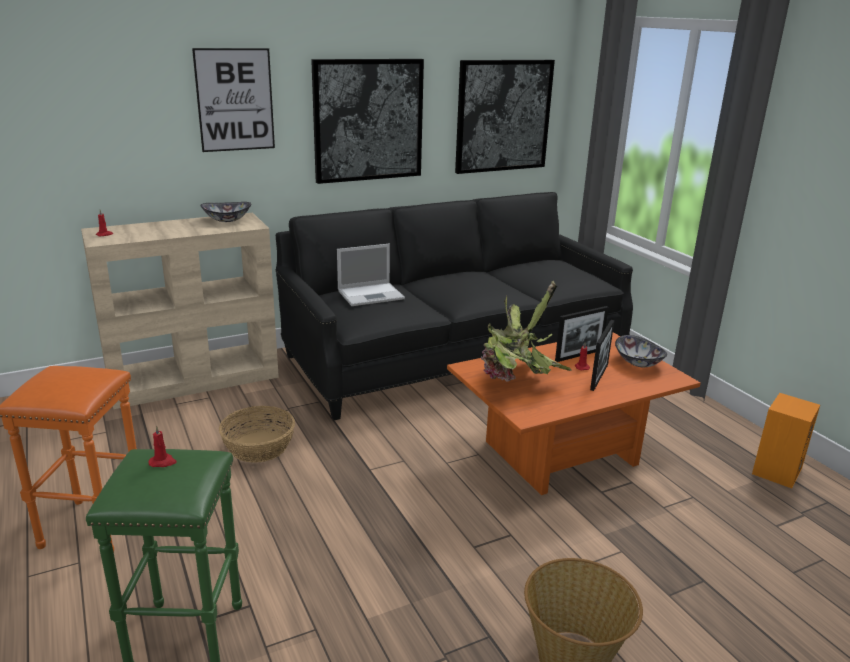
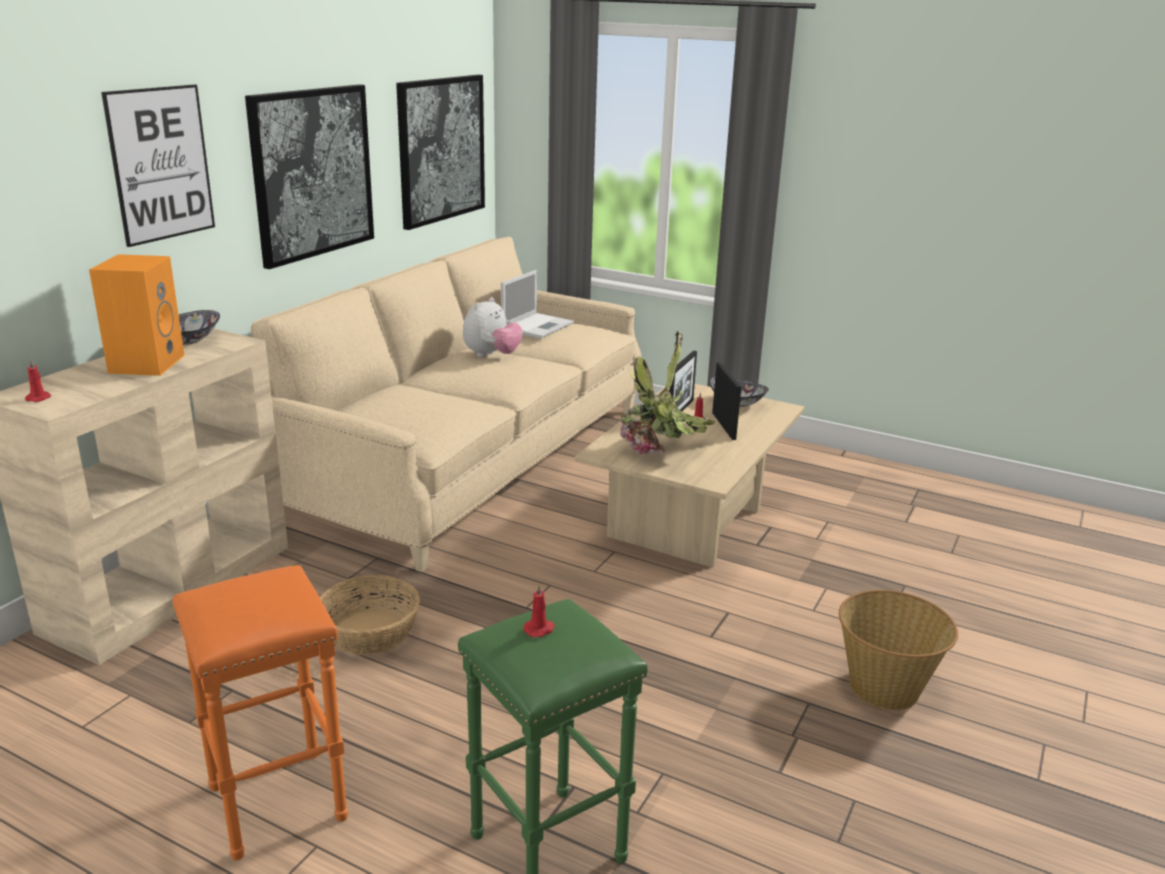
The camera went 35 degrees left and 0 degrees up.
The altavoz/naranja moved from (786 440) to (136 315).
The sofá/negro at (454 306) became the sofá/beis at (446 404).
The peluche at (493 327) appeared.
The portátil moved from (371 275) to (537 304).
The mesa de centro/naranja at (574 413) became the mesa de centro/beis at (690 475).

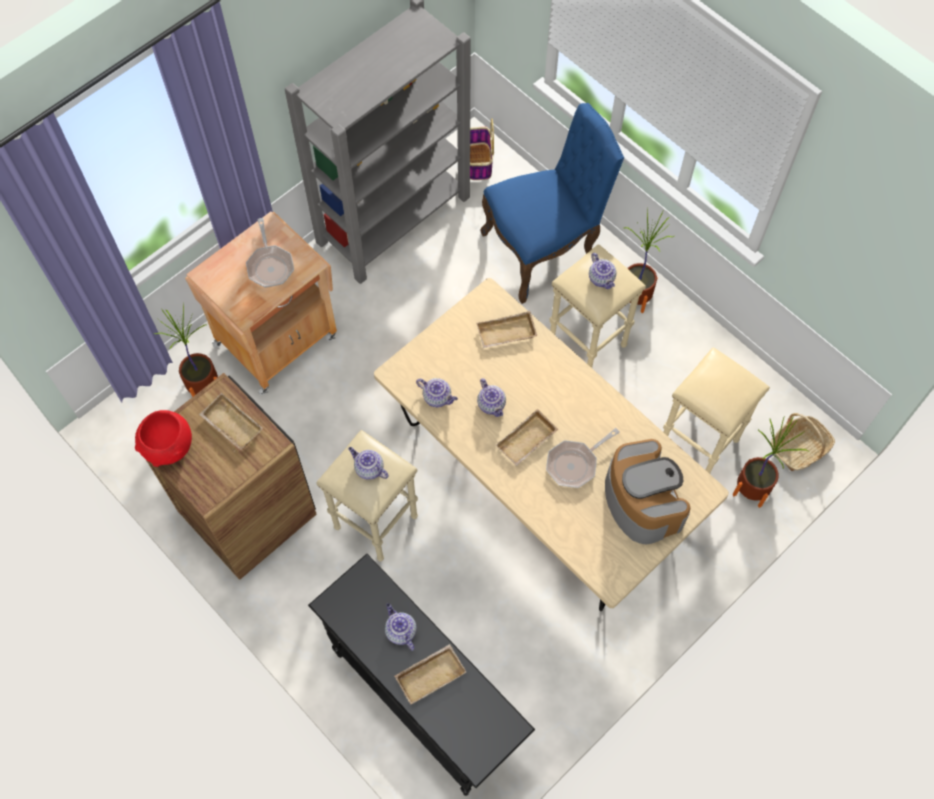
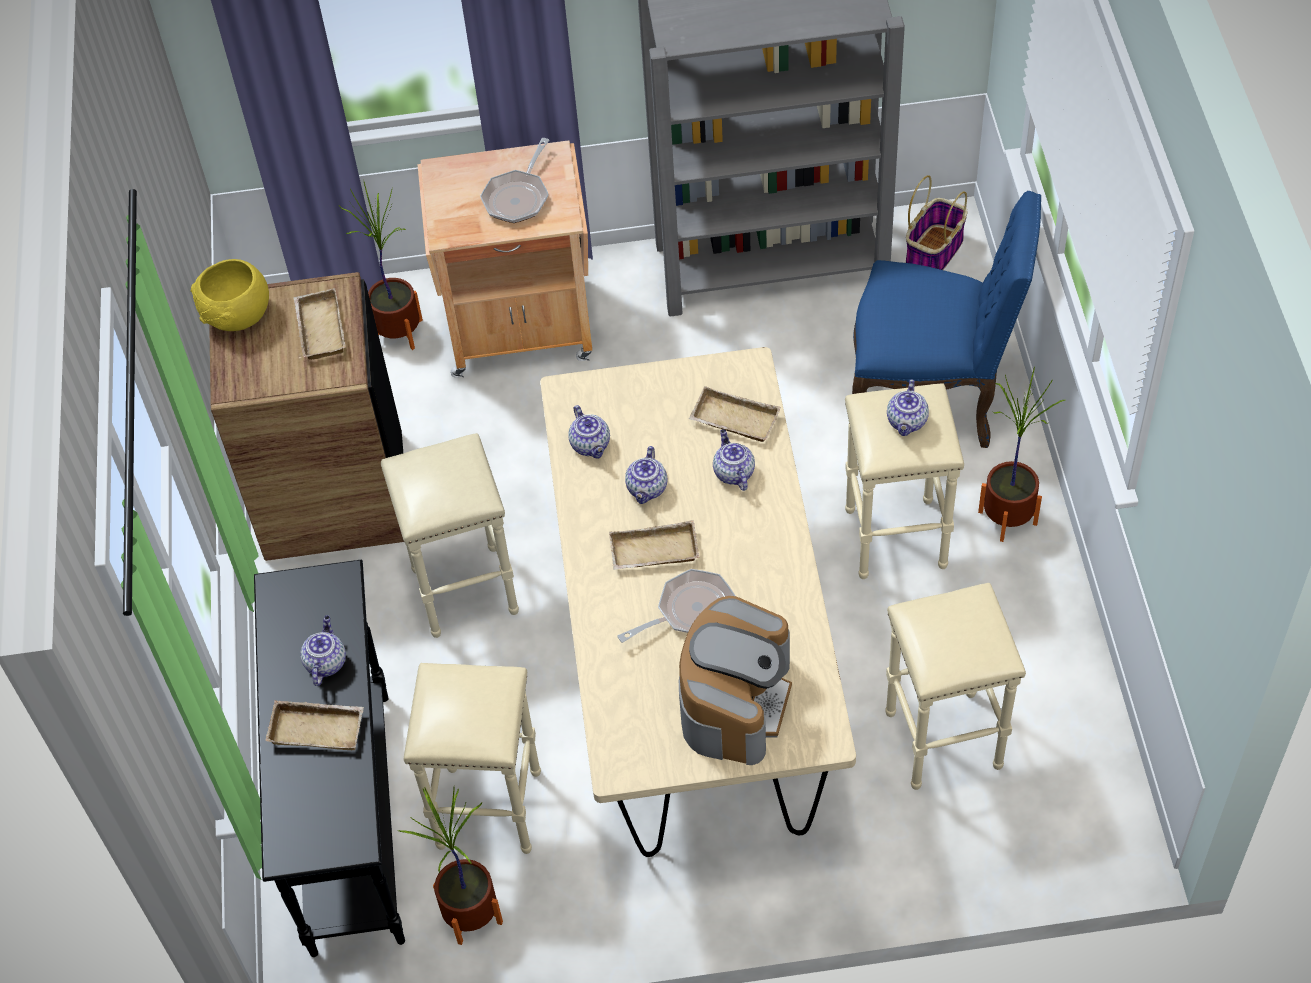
The camera went 40 degrees right and 10 degrees down.
The cuenco/rojo at (163 438) became the cuenco/amarillo at (230 295).
The planta en maceta moved from (771 461) to (451 866).
The taburete/beis at (472 758) appeared.
The sartén at (583 458) turned 150 degrees clockwise.
The tetera moved from (368 463) to (734 460).
The cesta at (803 442) disappeared.

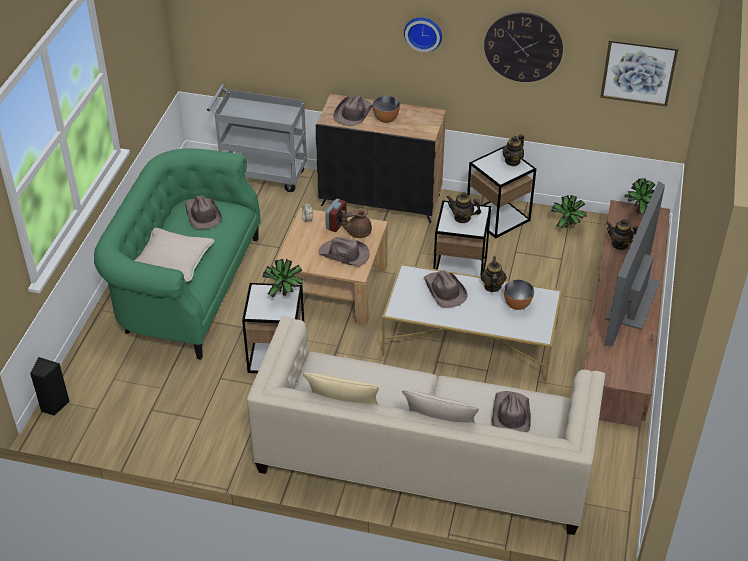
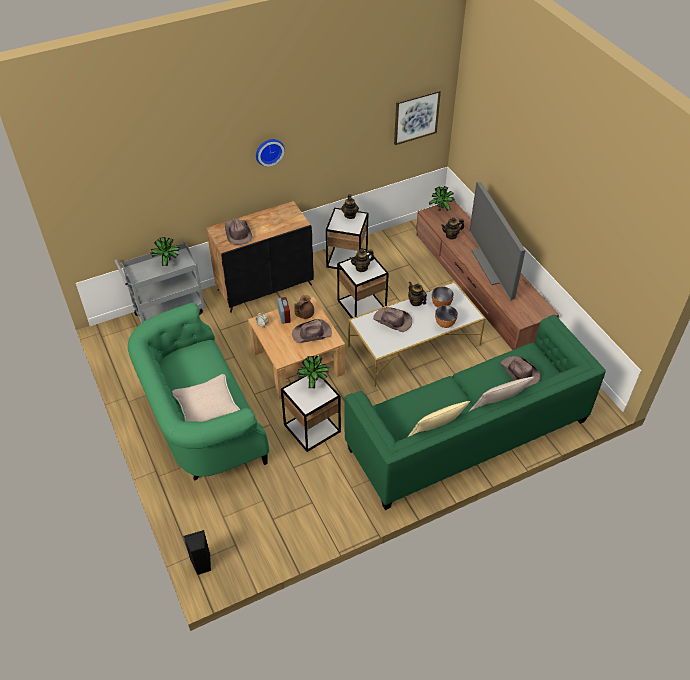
The camera went 40 degrees left and 5 degrees up.
The planta en maceta moved from (569 212) to (165 251).
The sofá/beis at (426 426) became the sofá/verde at (475 412).
The cuenco moved from (386 109) to (446 316).
The sombrero/marrón at (203 212) disappeared.
The reloj de pared at (523 47) disappeared.

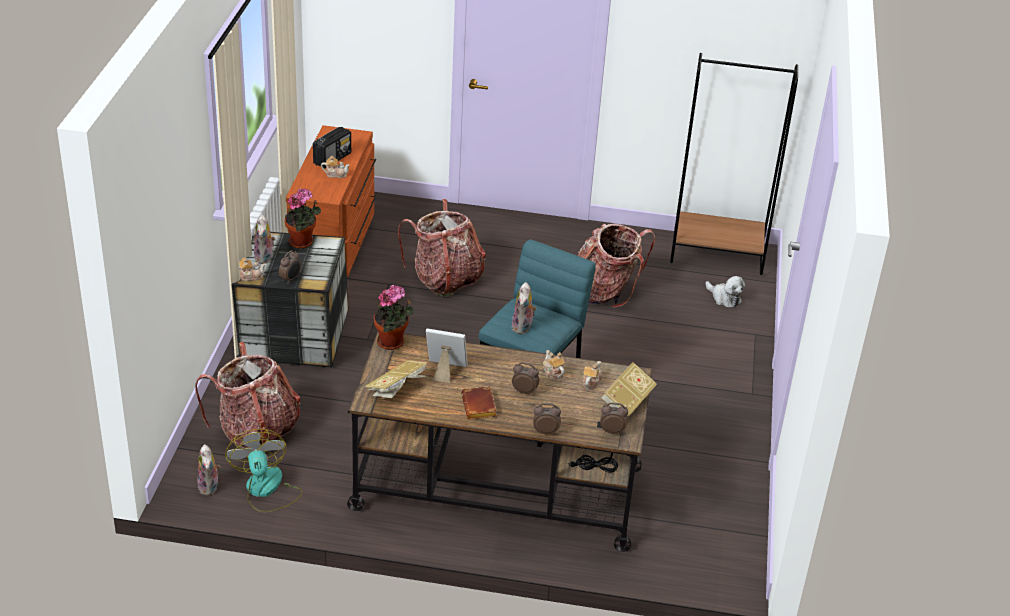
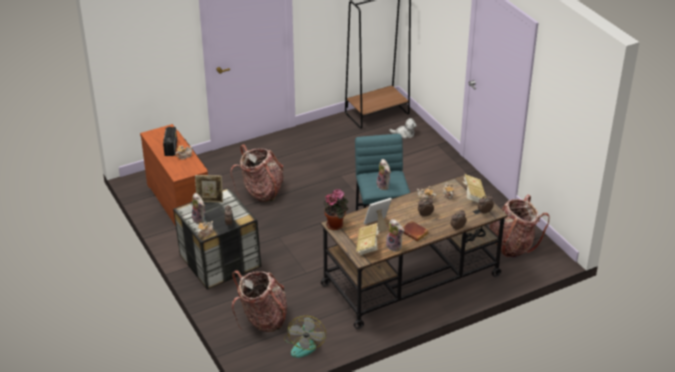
The camera went 35 degrees left and 0 degrees up.
The planta en maceta at (303 218) was replaced by the portarretratos at (209 189).
The ventilador at (264 470) turned 120 degrees counterclockwise.
The peluche moved from (209 469) to (394 235).
The mochila moved from (616 266) to (519 226).

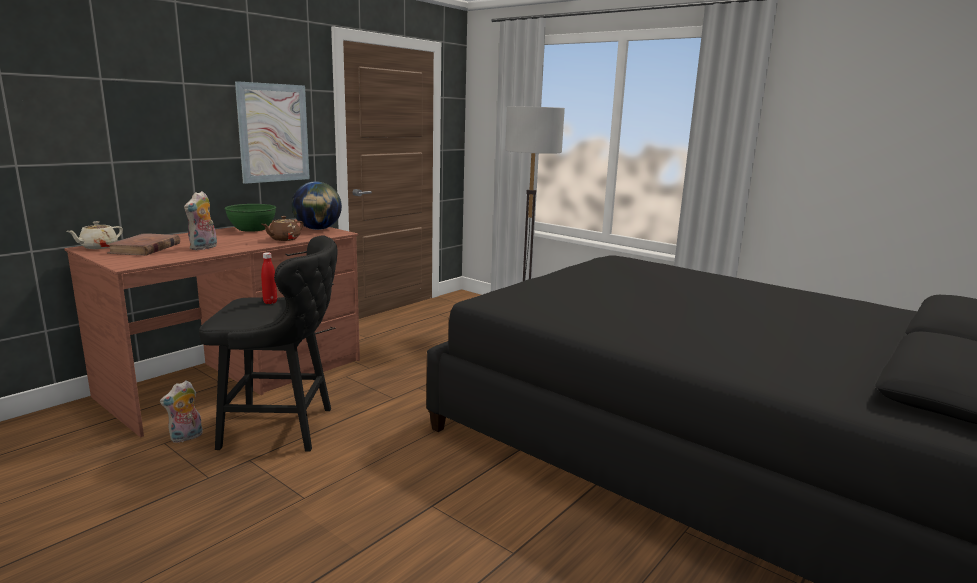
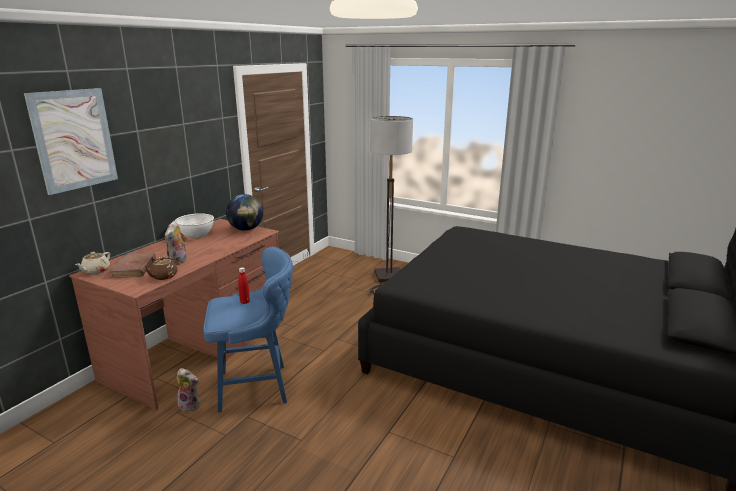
The camera went 10 degrees left and 5 degrees up.
The cuadro moved from (272 132) to (71 141).
The tetera/marrón moved from (283 228) to (161 268).
The cuenco/verde at (250 218) became the cuenco/blanco at (194 225).
The peluche at (181 412) turned 105 degrees counterclockwise.
The taburete/negro at (268 343) became the taburete/azul at (248 329).

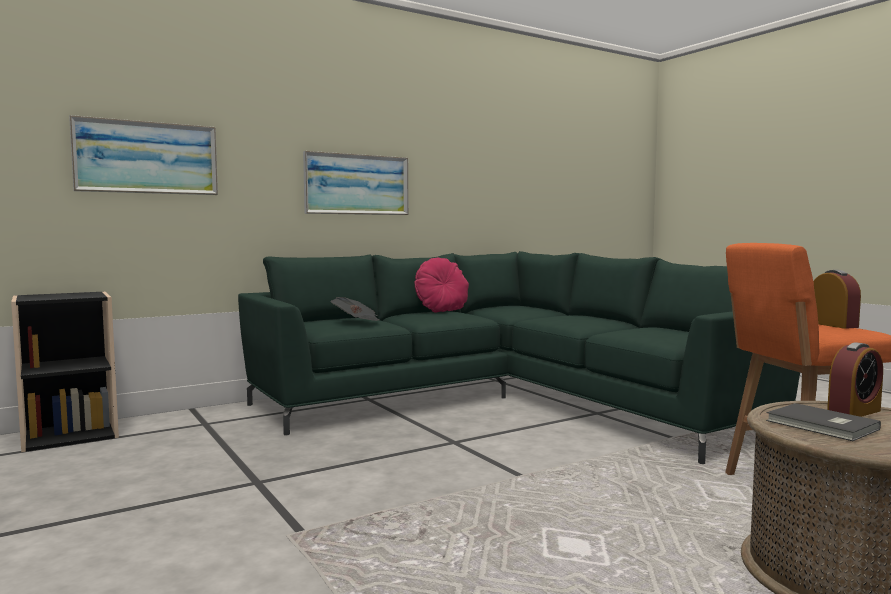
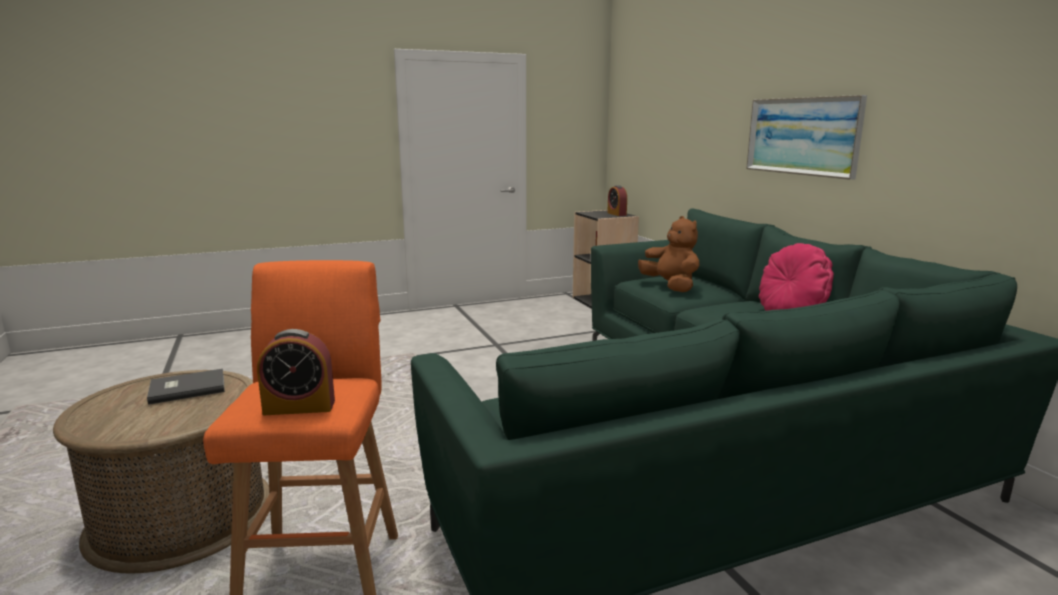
The camera went 100 degrees right and 10 degrees up.
The despertador moved from (855 379) to (617 200).
The periódico at (355 309) was replaced by the peluche/marrón at (669 254).
The cuadro at (143 155) disappeared.

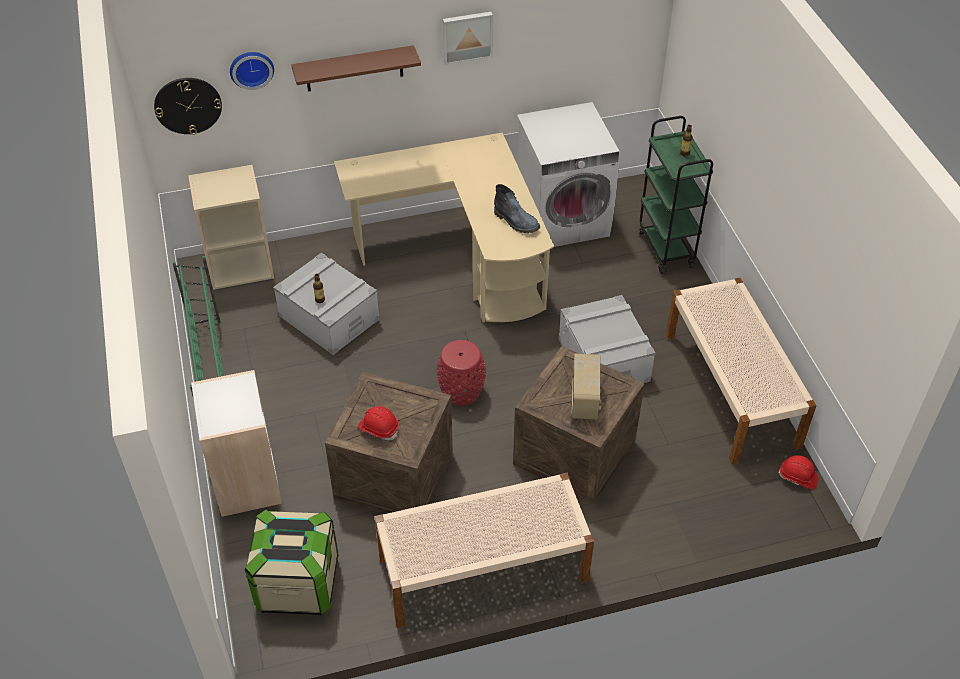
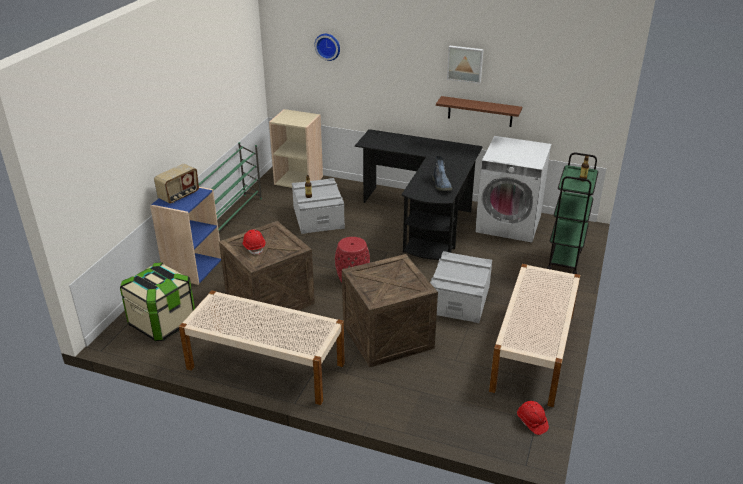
The camera went 35 degrees right and 15 degrees down.
The estantería/blanco at (236 443) became the estantería/azul at (185 236).
The radio moved from (586 386) to (176 184).
The escritorio/beis at (444 227) became the escritorio/negro at (419 194).
The estante/marrón moved from (356 68) to (479 111).
The reloj de pared at (188 106) disappeared.

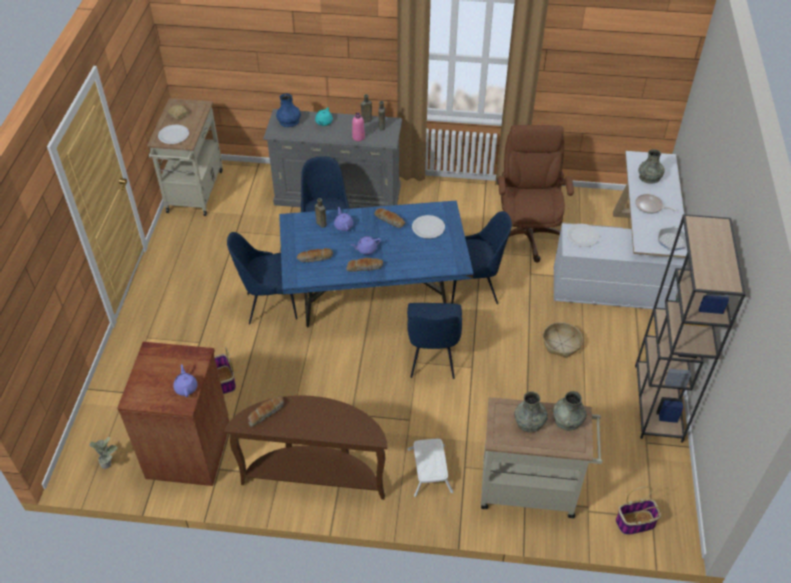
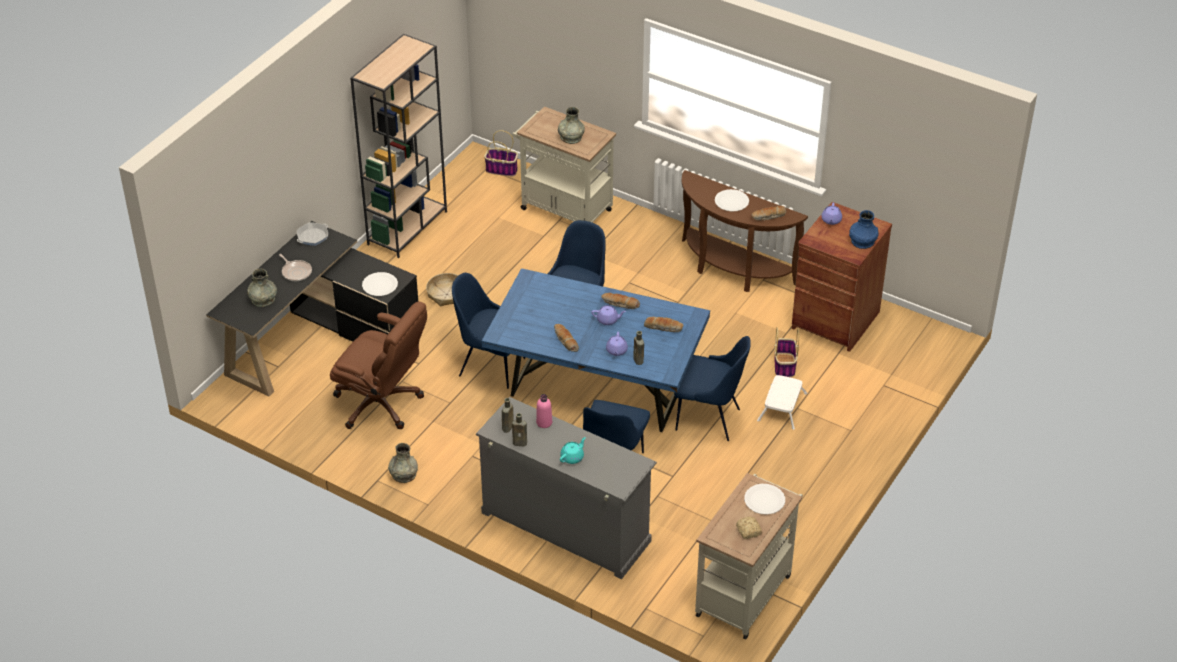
The camera went 155 degrees left and 5 degrees down.
The escritorio/blanco at (620 230) became the escritorio/negro at (312 308).
The silla de oficina/marrón at (535 194) turned 90 degrees counterclockwise.
The florero/gris moved from (570 410) to (403 463).
The plato/blanco moved from (428 227) to (732 200).
The escalera de tijera/blanco moved from (430 468) to (782 402).
The florero/azul moved from (288 110) to (864 229).
The planta en maceta at (103 453) disappeared.

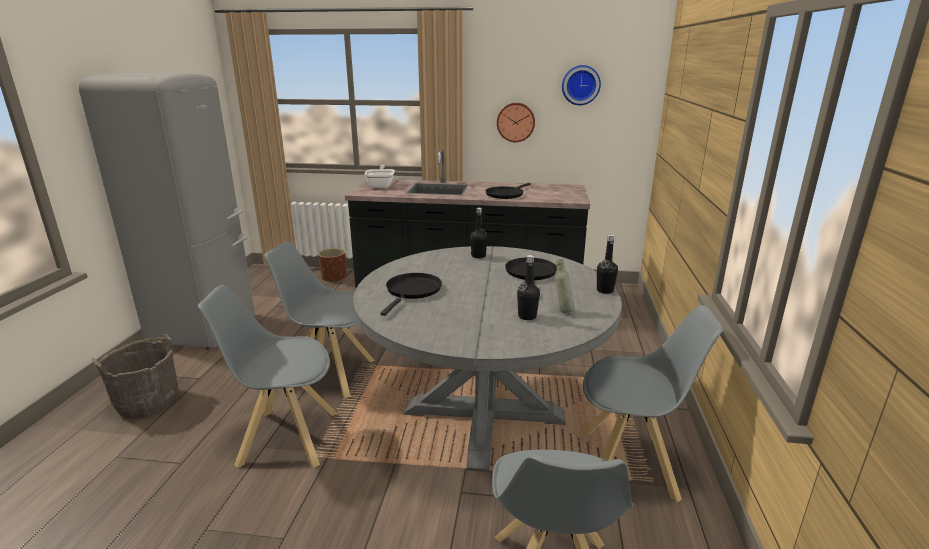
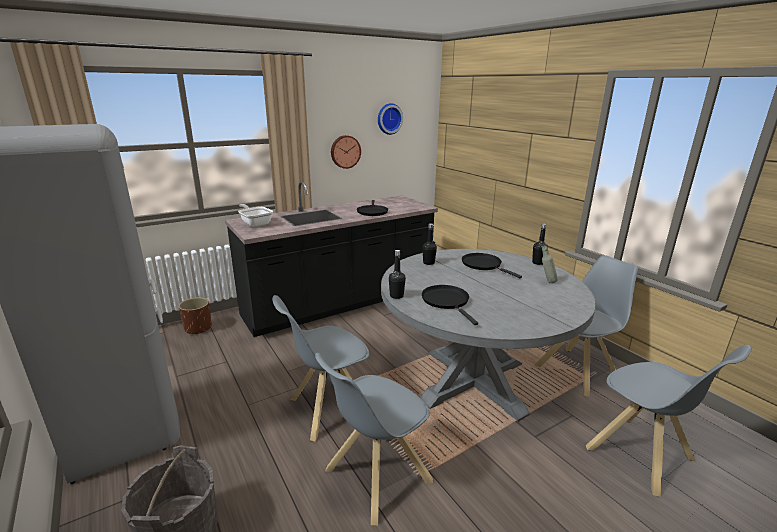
The camera went 40 degrees left and 0 degrees up.
The botella/negro moved from (528 287) to (397 274).

